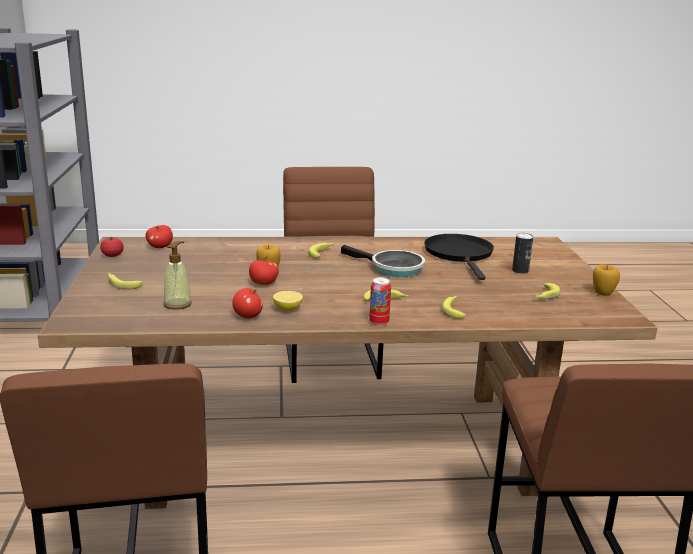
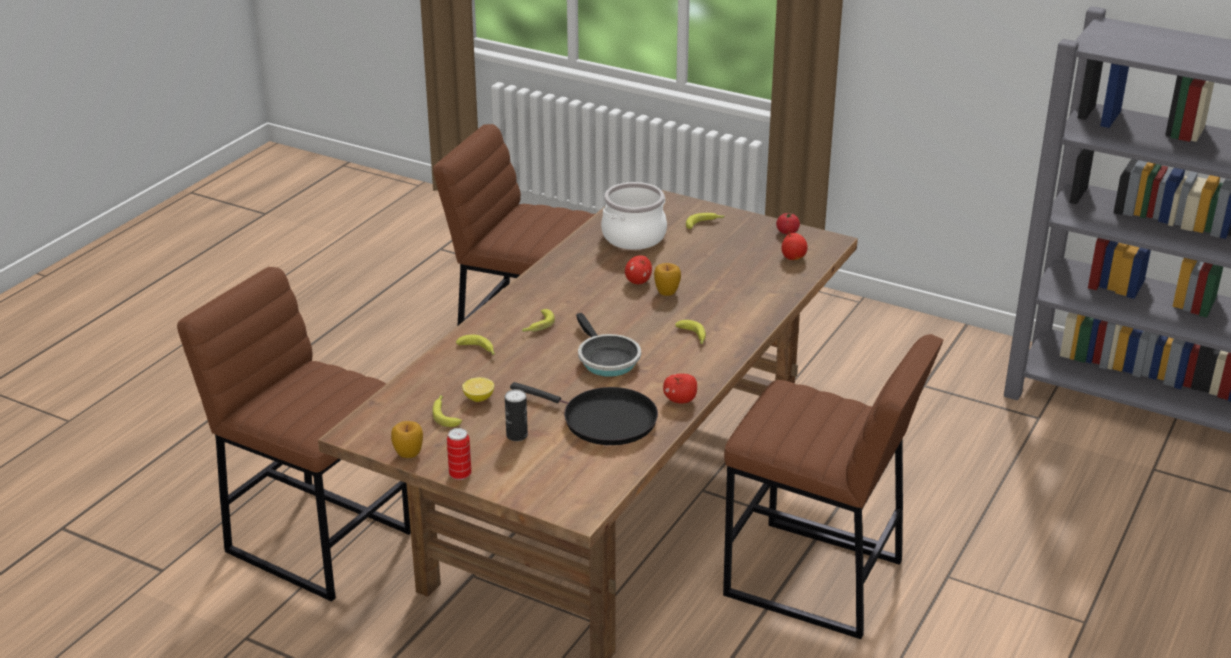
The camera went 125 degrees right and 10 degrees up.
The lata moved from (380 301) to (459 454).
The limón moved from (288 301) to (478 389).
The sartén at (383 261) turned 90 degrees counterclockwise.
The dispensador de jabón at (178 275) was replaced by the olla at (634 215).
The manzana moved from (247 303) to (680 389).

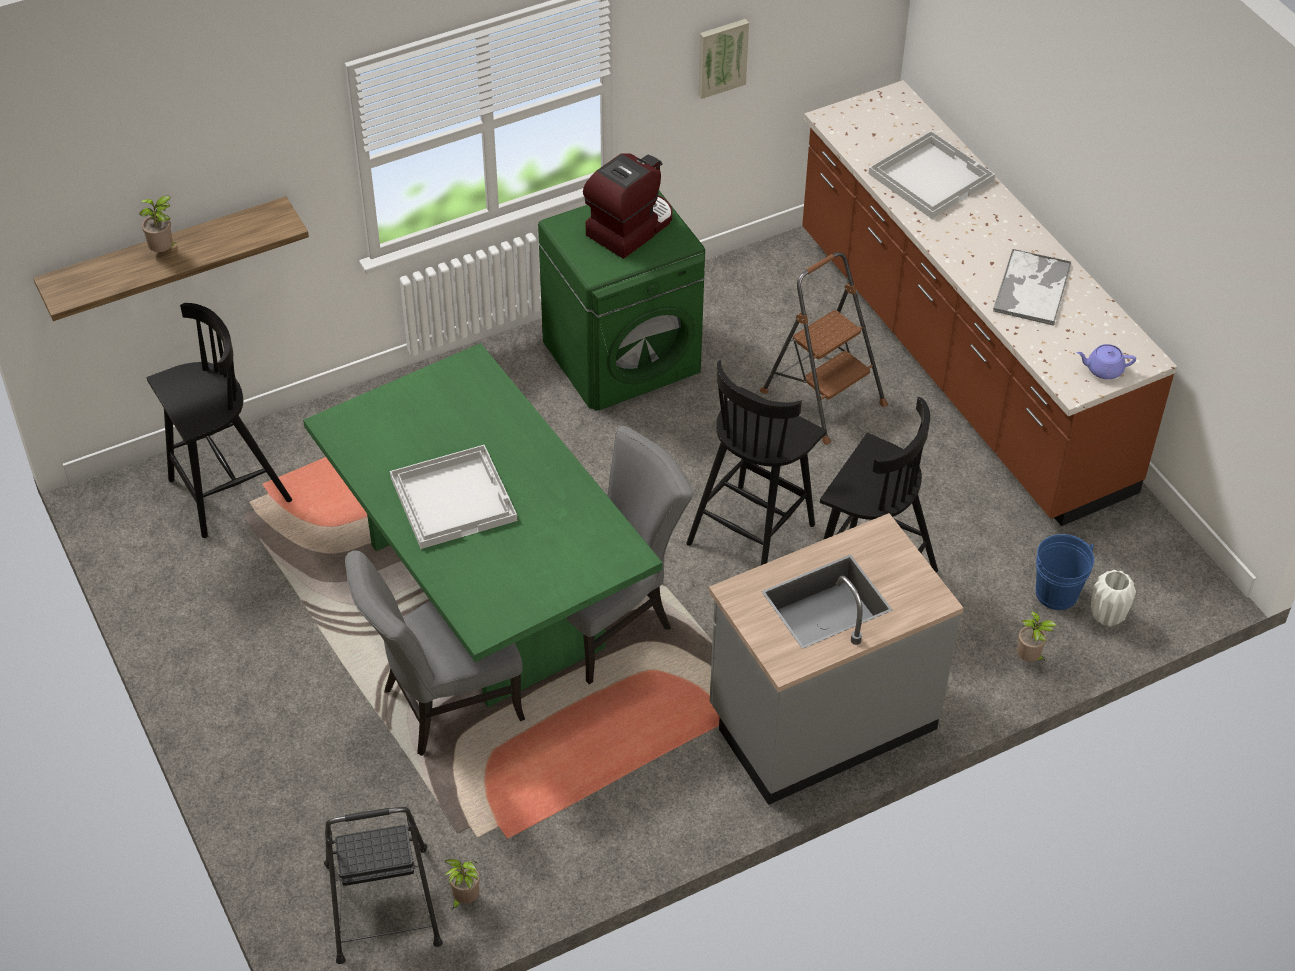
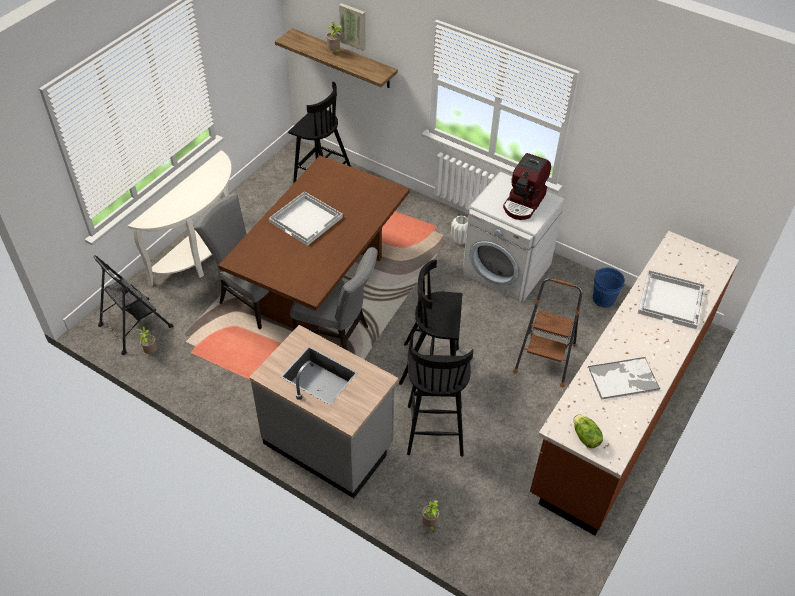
The camera went 60 degrees right and 0 degrees up.
The mesa consola/blanco at (180 218) appeared.
The mesa de comedor/verde at (483 525) became the mesa de comedor/marrón at (314 246).
The cuadro moved from (723 59) to (352 27).
The florero/blanco moved from (1113 598) to (459 230).
The lavadora/verde at (621 300) became the lavadora/blanco at (513 237).
The cafetera at (627 206) turned 105 degrees clockwise.
The tetera/morado at (1106 361) was replaced by the lechuga at (588 431).
The cubo/azul moved from (1064 572) to (609 288).

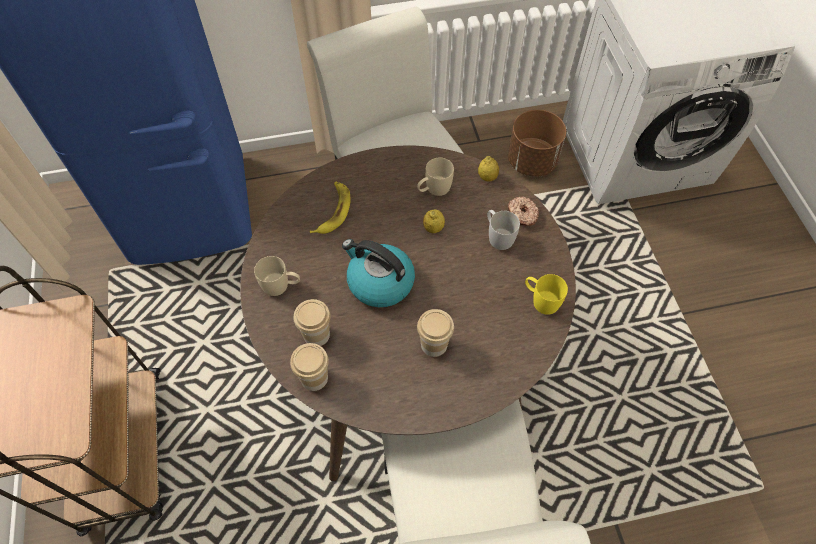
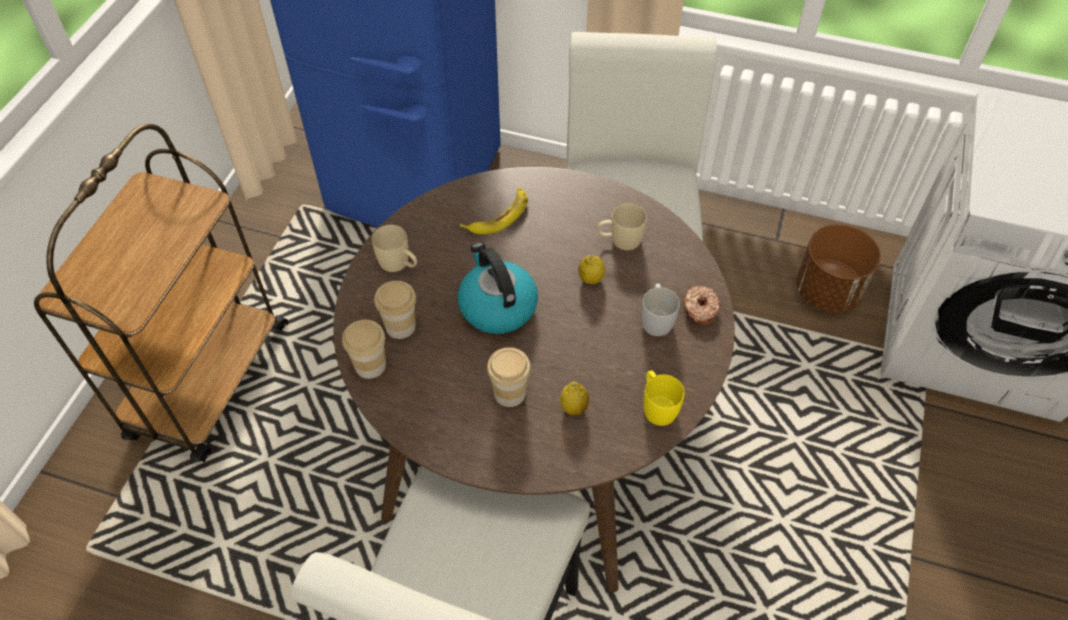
The camera went 30 degrees right and 5 degrees down.
The limón moved from (488 168) to (574 398).

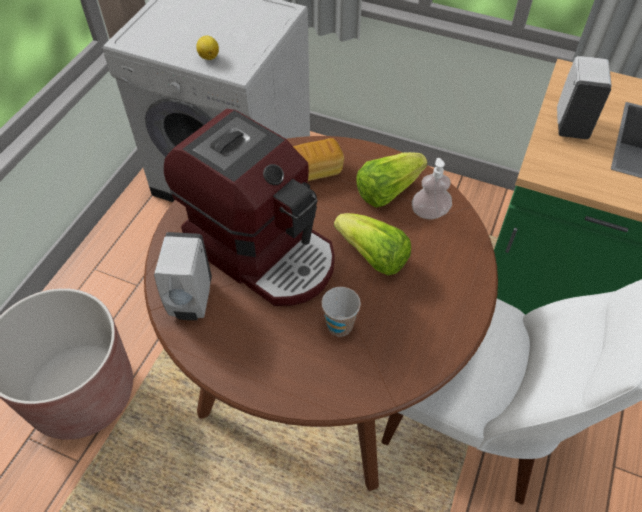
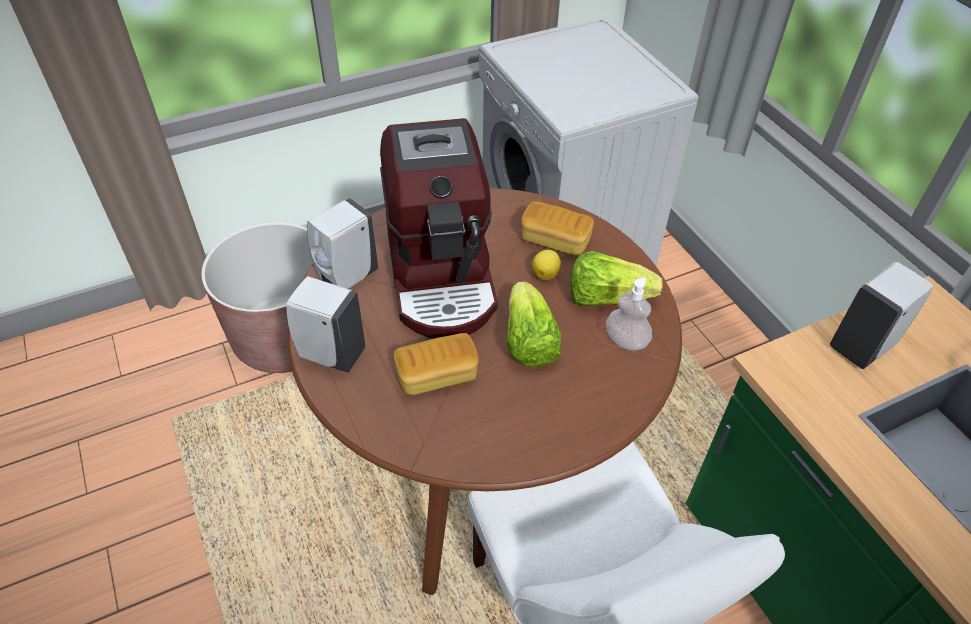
The camera went 40 degrees right and 5 degrees down.
The dispensador de jabón/blanco at (326 324) appeared.
The taza at (341 311) was replaced by the pan at (436 364).
The limón moved from (207 48) to (546 265).

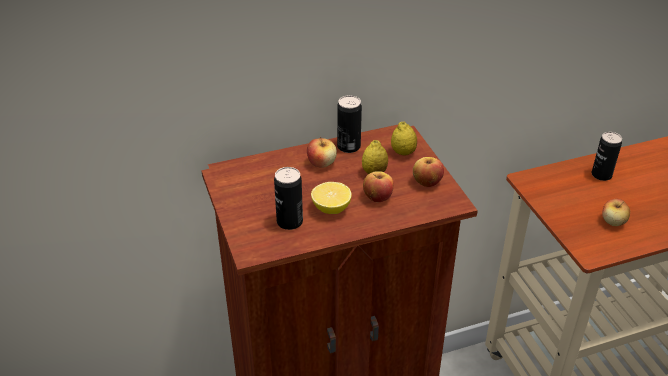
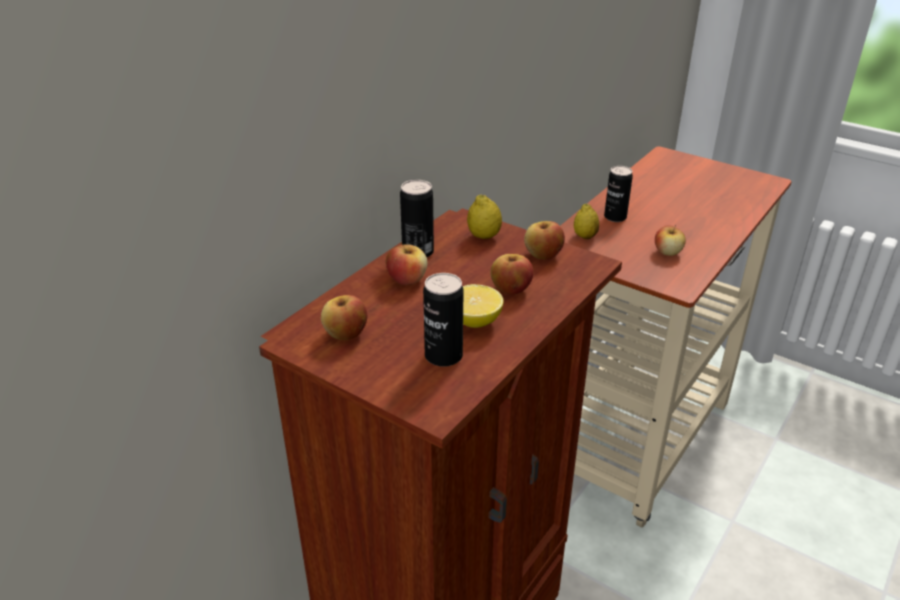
The camera went 35 degrees left and 5 degrees down.
The manzana at (344 317) appeared.
The limón moved from (375 157) to (586 221).

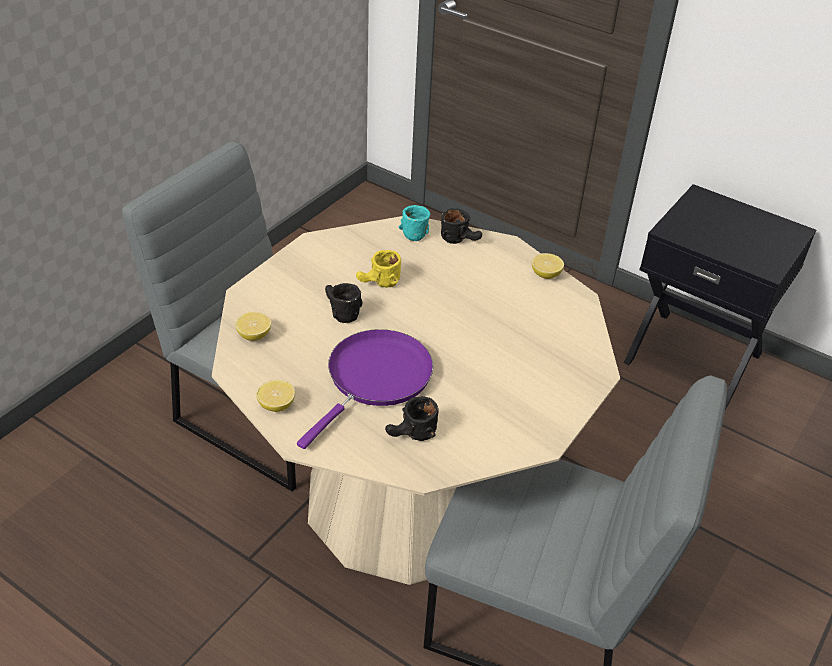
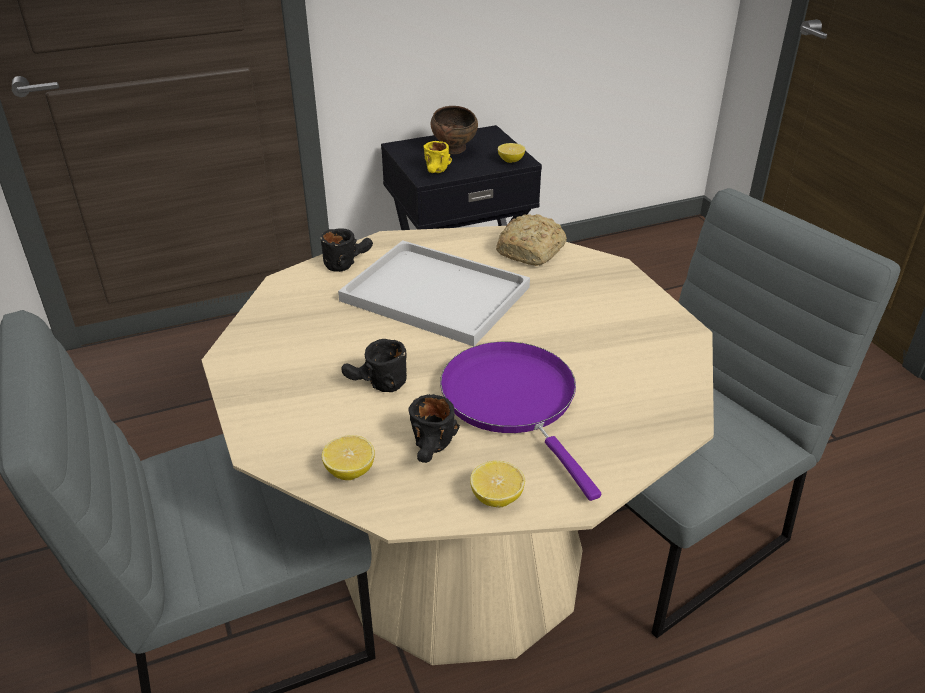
The camera went 55 degrees left and 5 degrees down.
The bandeja/blanco at (434 293) appeared.
The taza grande/negro moved from (412 418) to (434 428).
The taza grande/amarillo moved from (378 269) to (437 157).
The cuenco/marrón at (454 130) appeared.
The pan at (531 240) appeared.
The limón moved from (548 266) to (511 153).
The taza grande/turquesa at (414 223) disappeared.

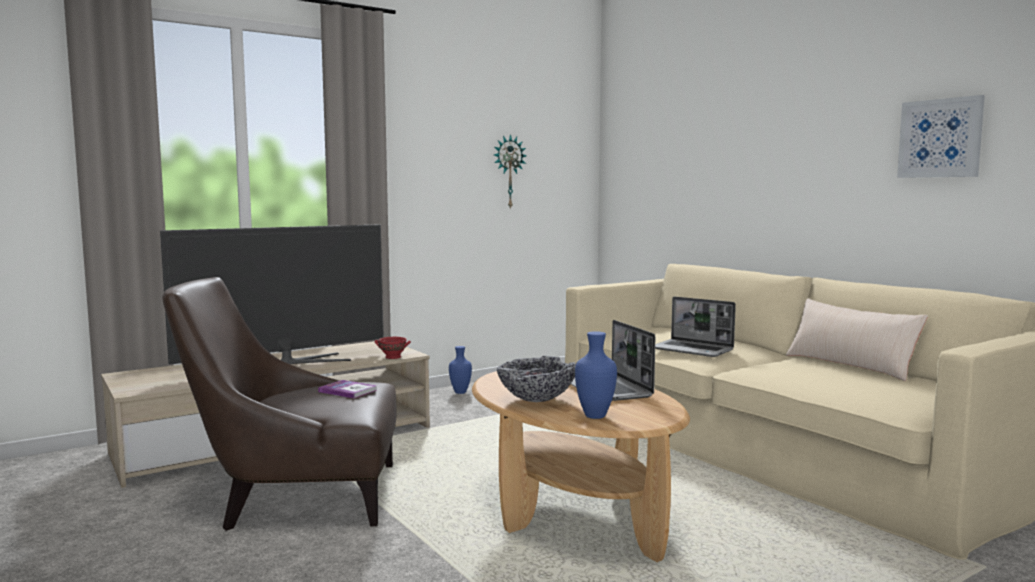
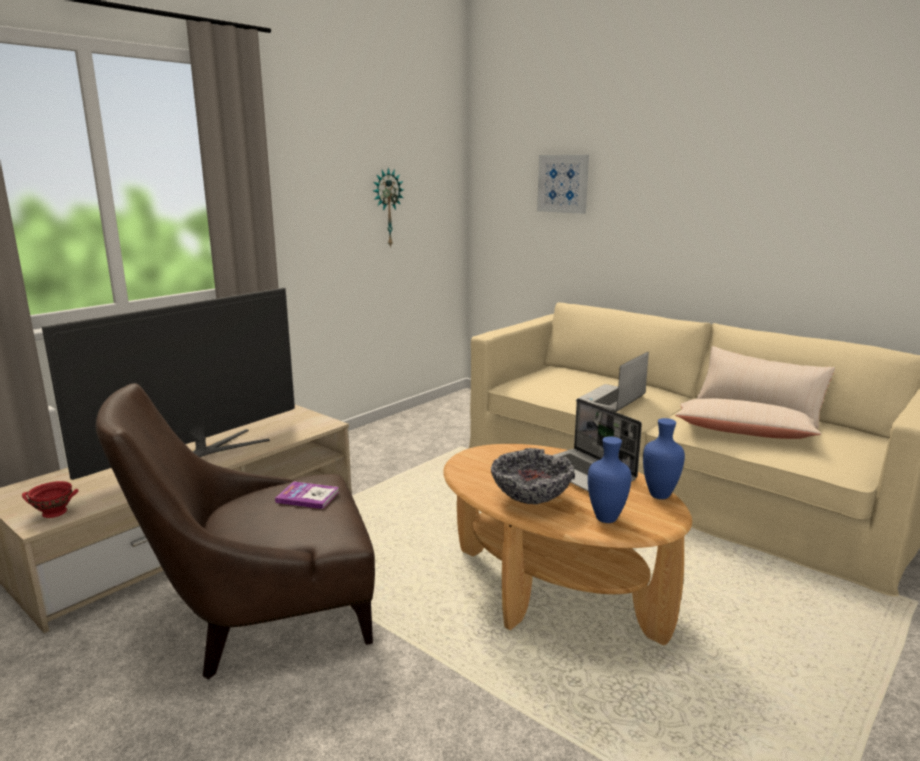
The camera went 15 degrees left and 10 degrees up.
The cuenco/rojo moved from (393 348) to (50 499).
The cuadro moved from (941 136) to (563 184).
The portátil at (695 327) turned 105 degrees clockwise.
The florero/azul moved from (460 370) to (664 458).
The cojín/beis at (748 418) appeared.

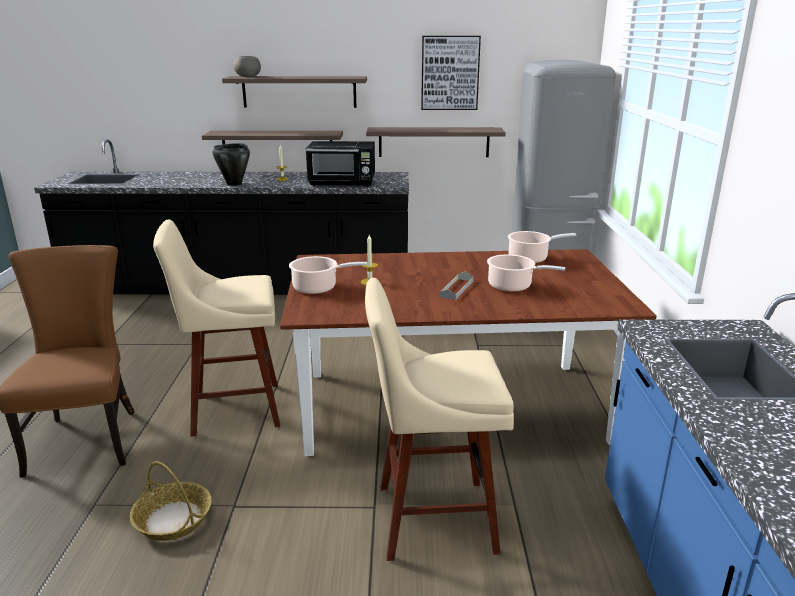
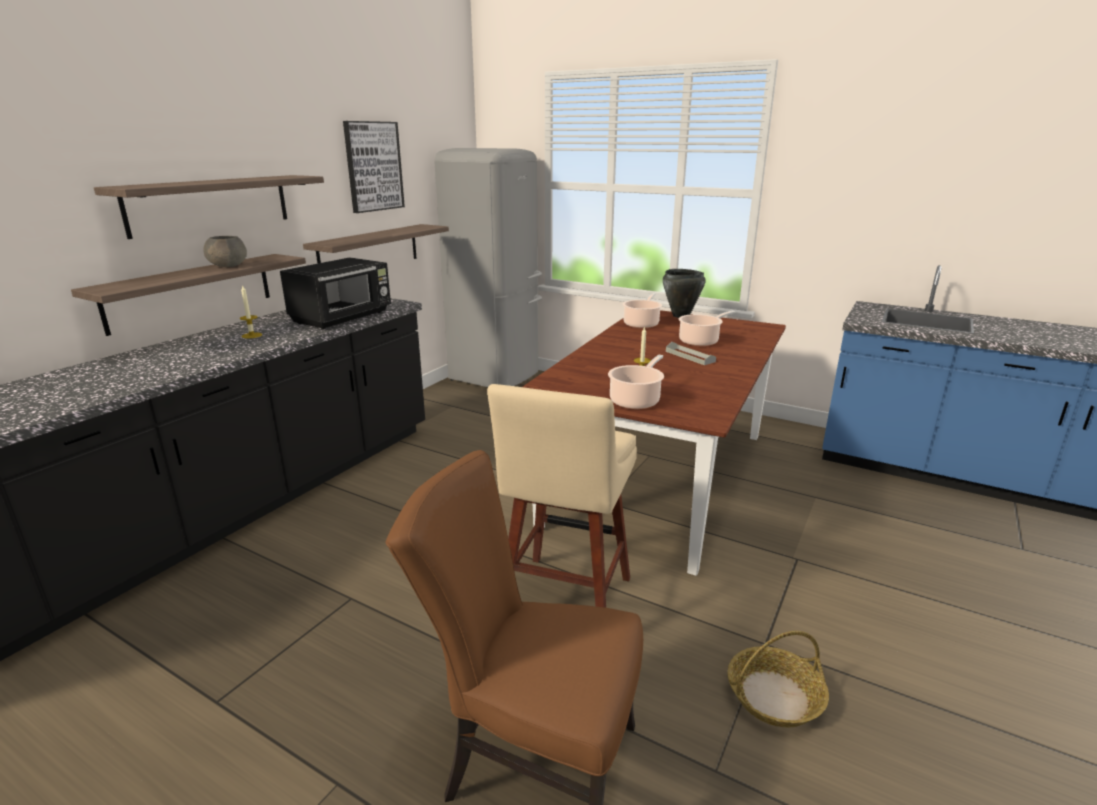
The camera went 60 degrees left and 0 degrees up.
The cuenco/gris moved from (247 66) to (225 251).
The olla/negro moved from (231 164) to (684 293).
The taburete/beis at (439 419) disappeared.

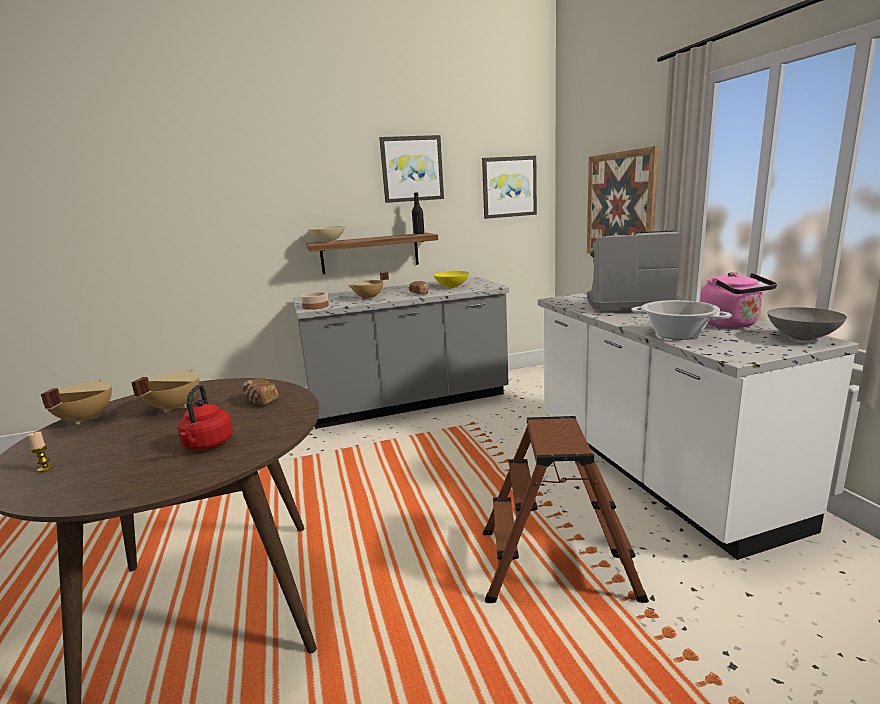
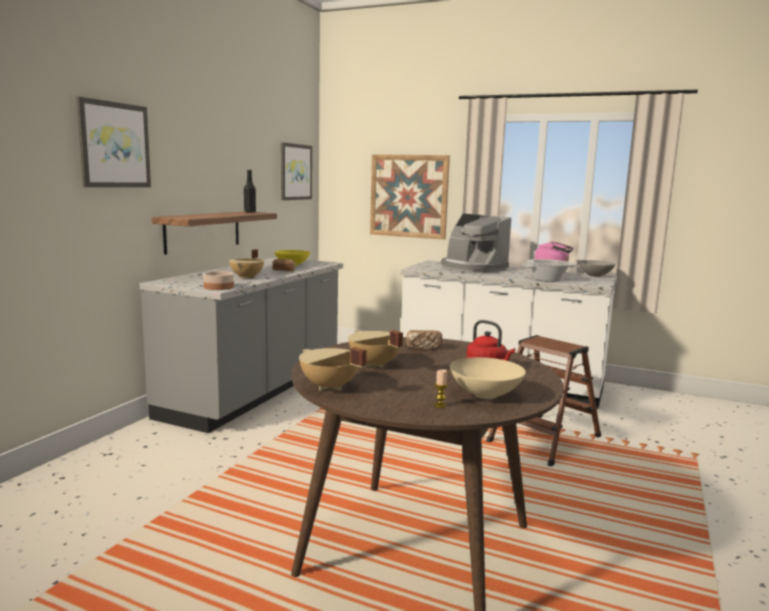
The camera went 50 degrees left and 5 degrees down.
The cuadro moved from (411 169) to (113 142).
The cafetera at (635 271) turned 90 degrees counterclockwise.
The cuenco/beis moved from (326 234) to (488 378).

